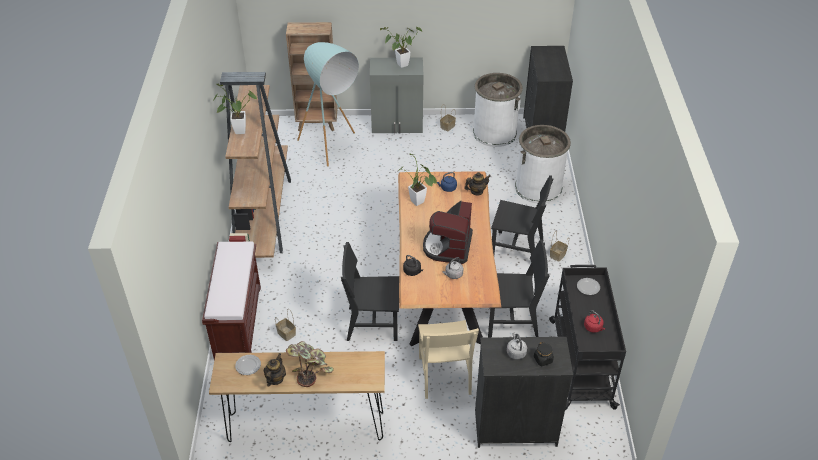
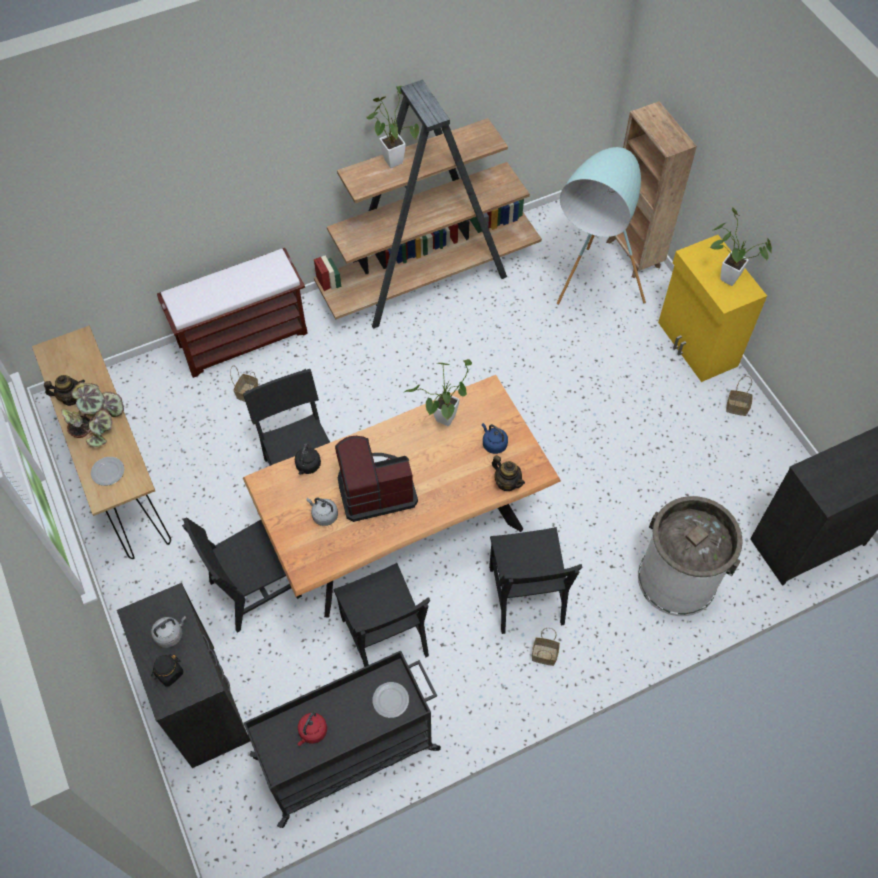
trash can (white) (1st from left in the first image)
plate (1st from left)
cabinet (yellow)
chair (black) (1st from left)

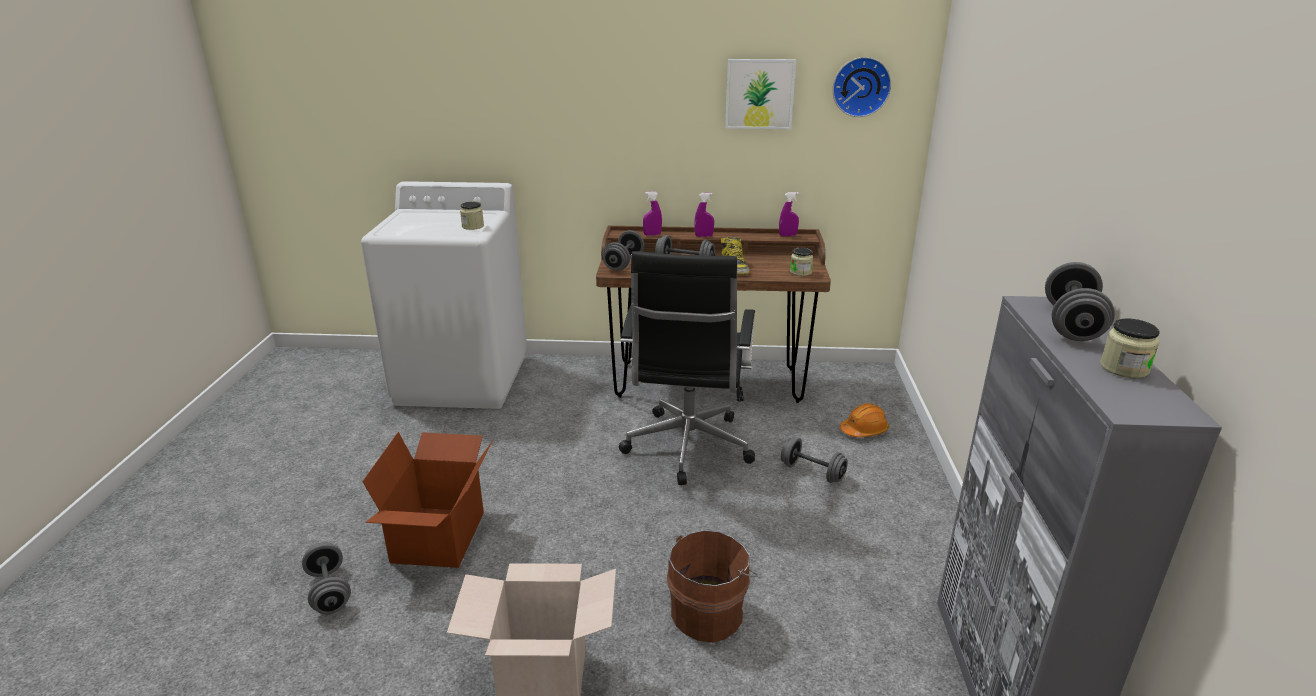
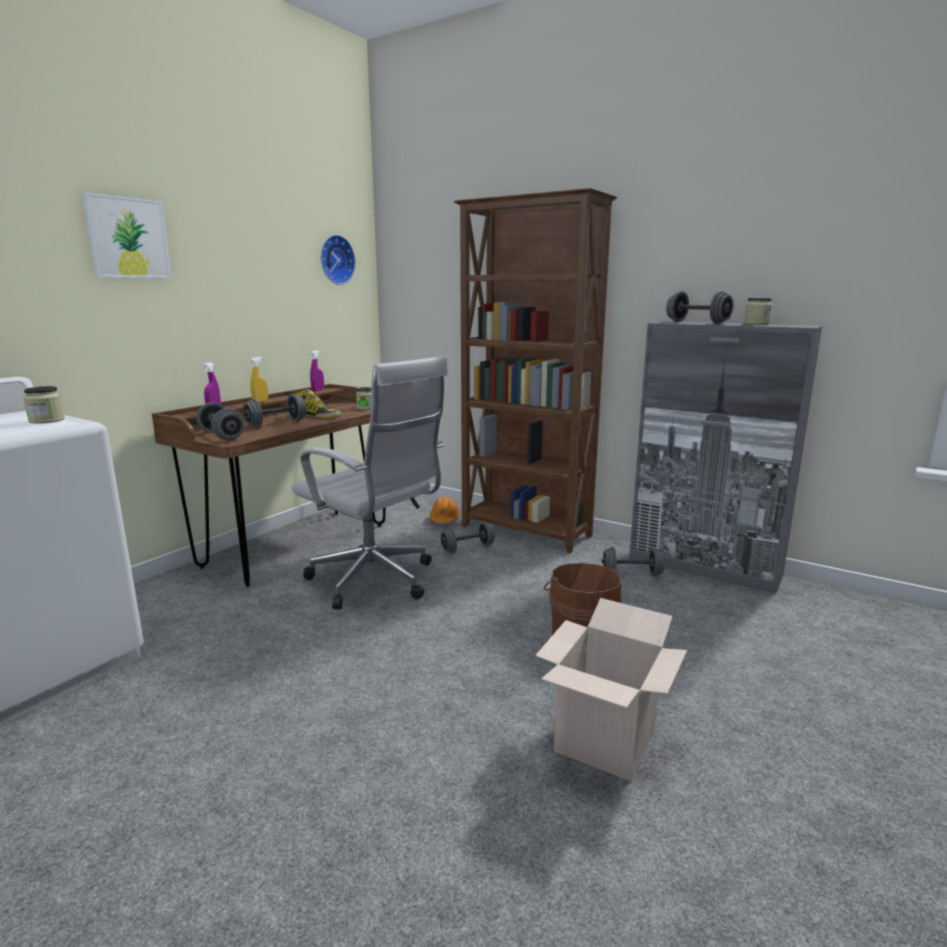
cardboard box (1st from left in the first image)
bookcase (brown)
dumbbell (grey) (4th from left)
picture
office chair (white)
spray bottle (yellow)

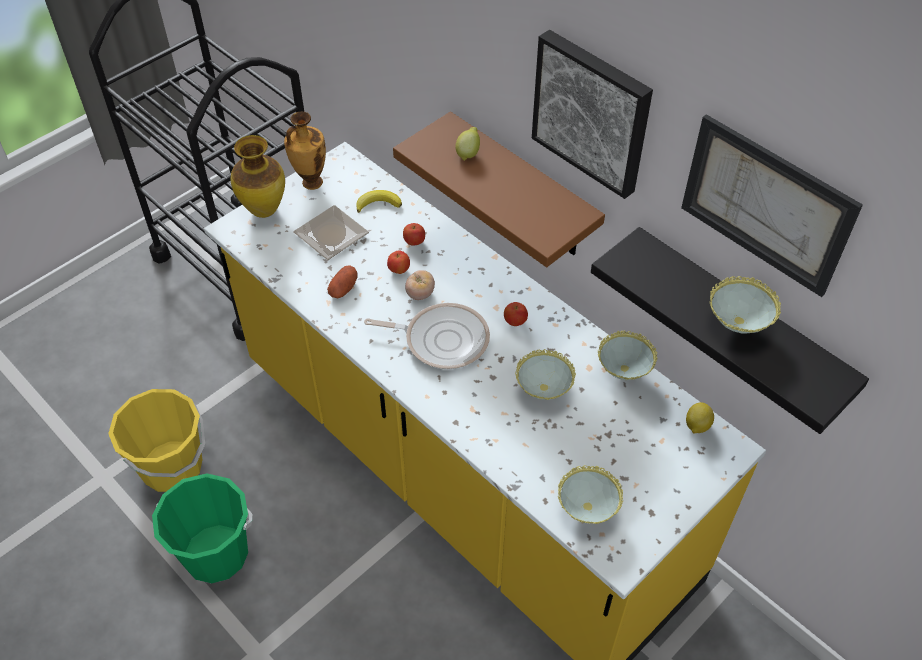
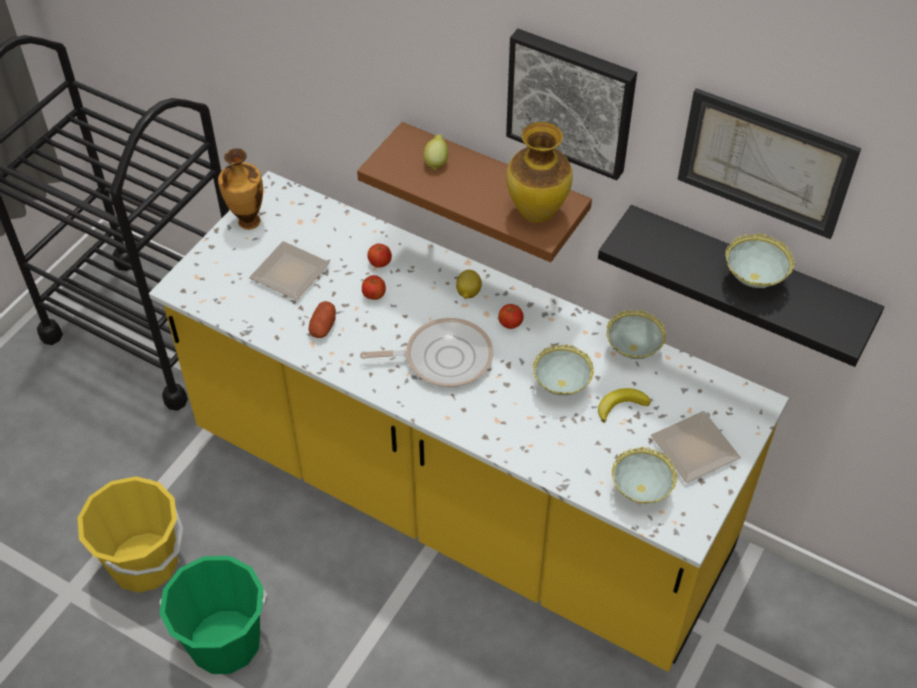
tomato
plate (2nd from left)
vase (2nd from left)
banana
lemon (2nd from left)

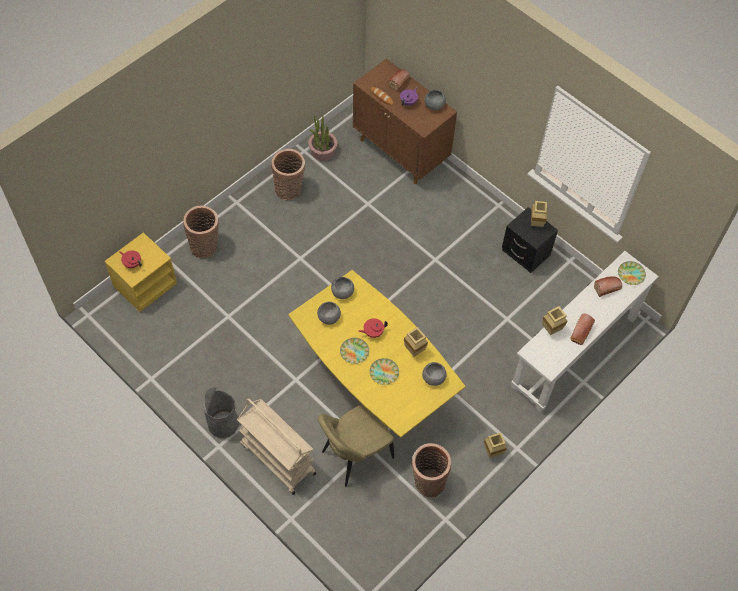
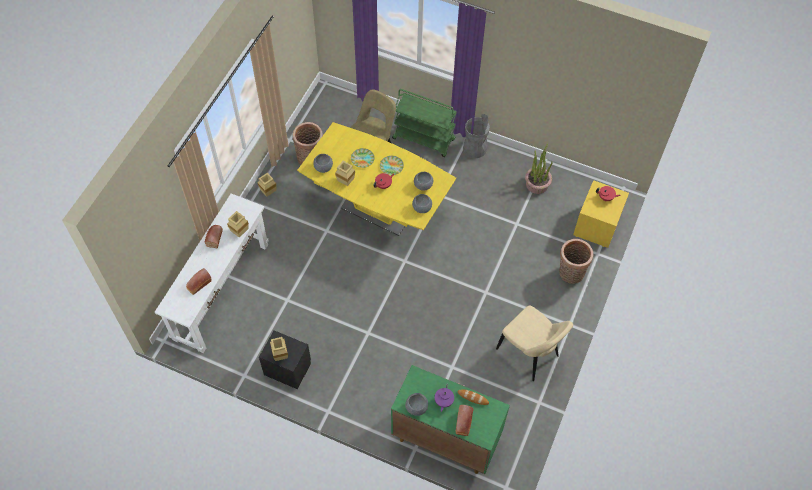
plate (3rd from left in the first image)
potted plant
chair (beige) (2nd from left)
cart (green)
cabinet (green)

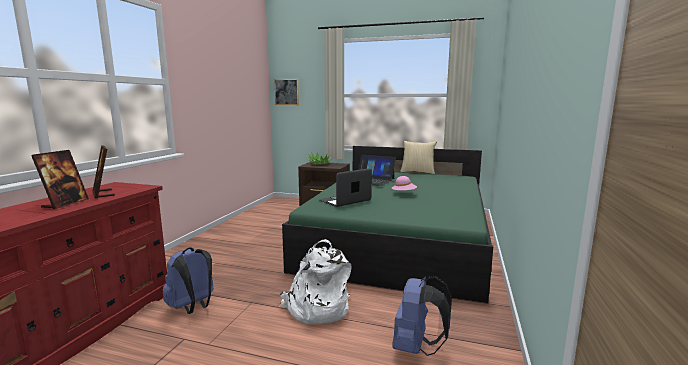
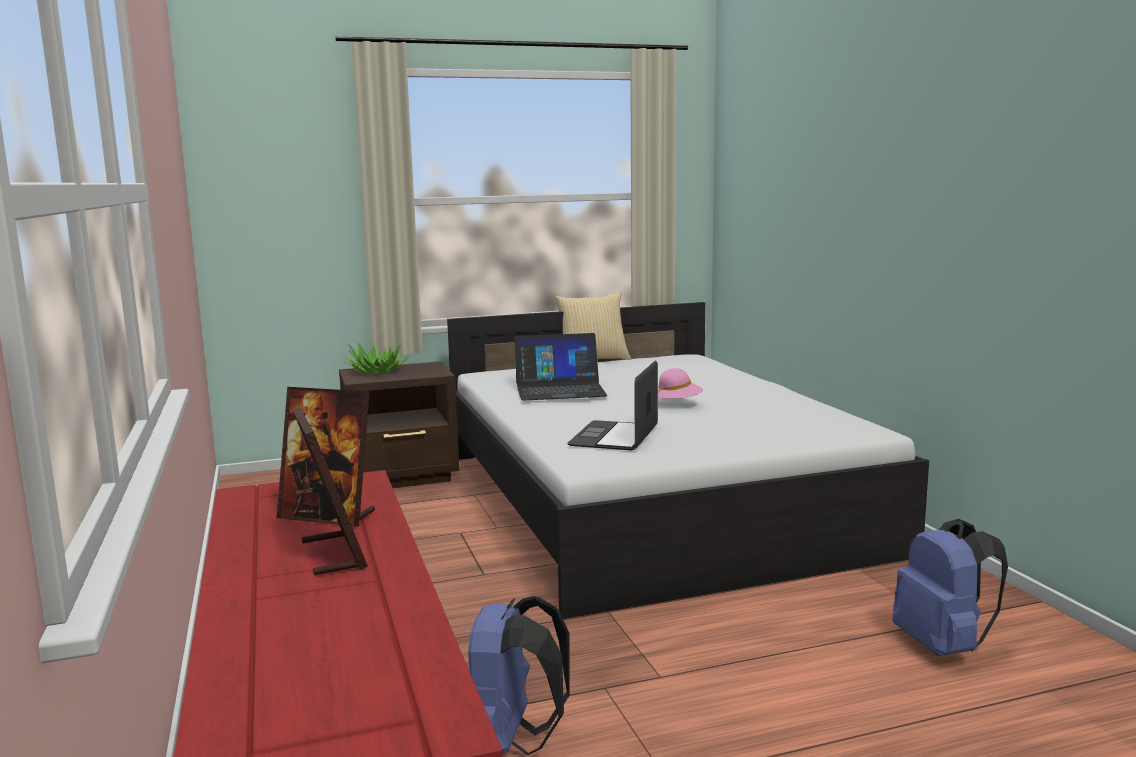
picture
backpack (white)
bed (white)

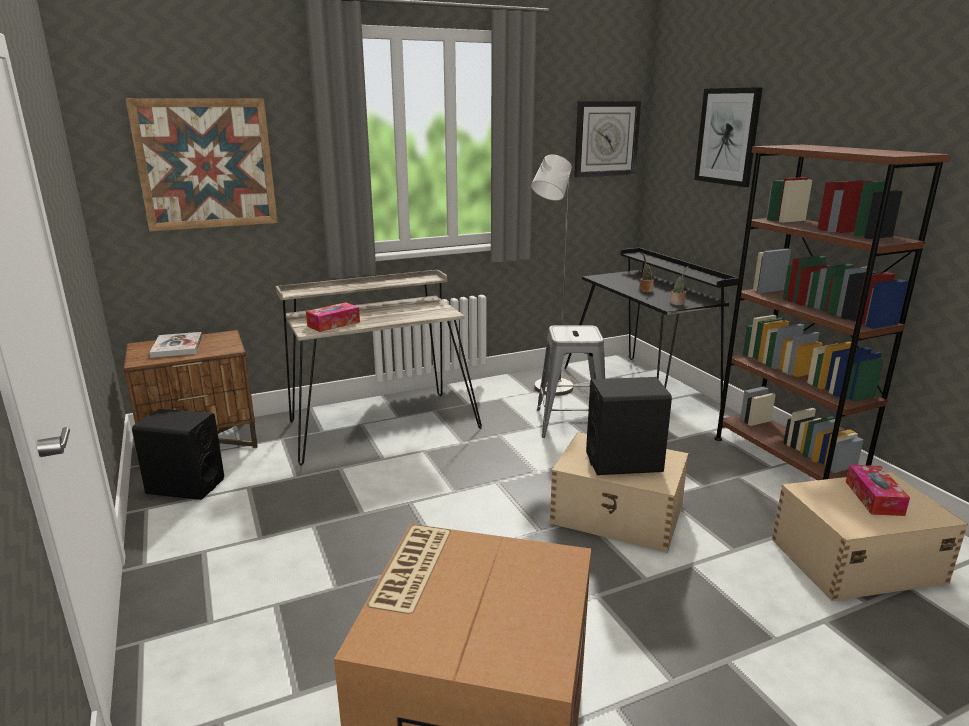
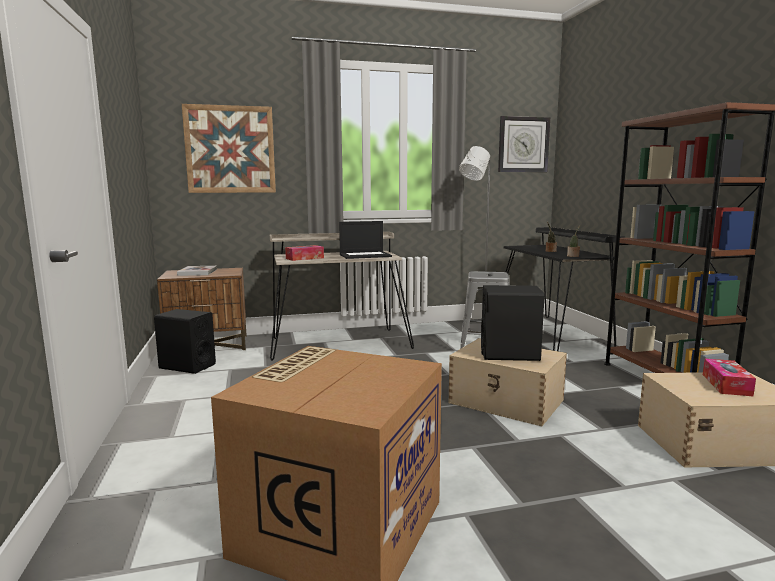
picture (2nd from left in the first image)
laptop

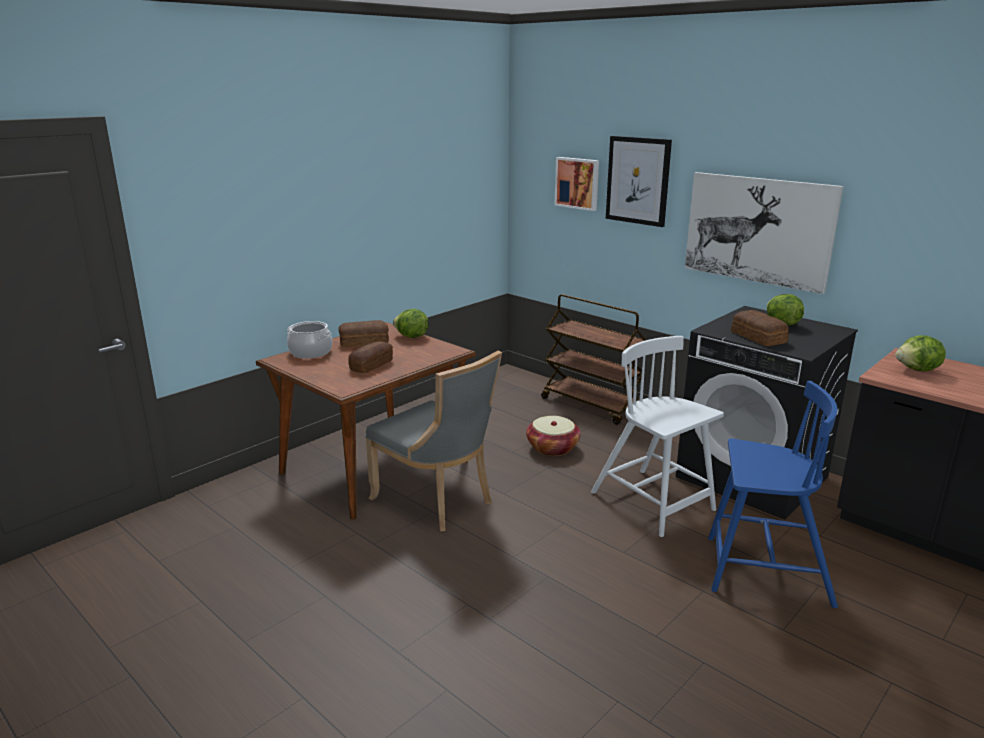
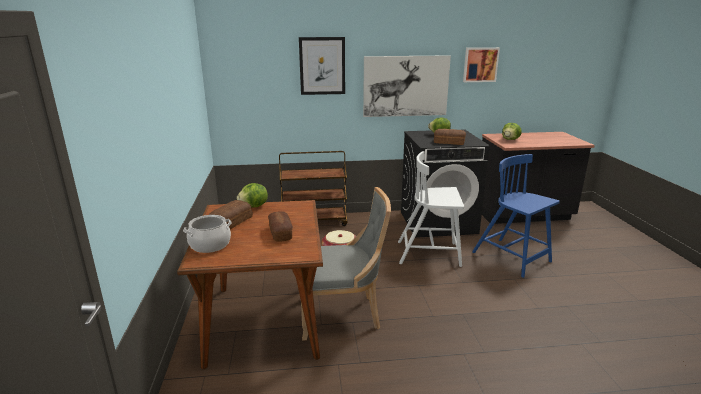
picture (3rd from left)
chair (blue)

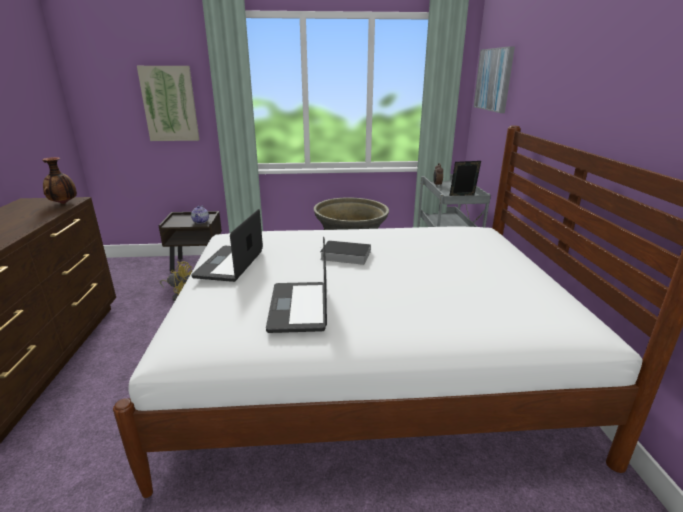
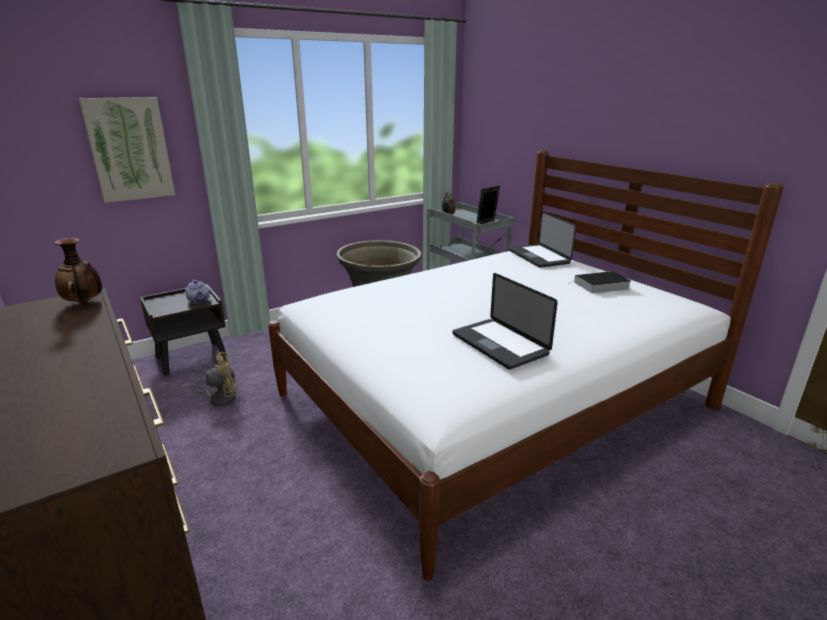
picture (2nd from left in the first image)
laptop (2nd from left)
book

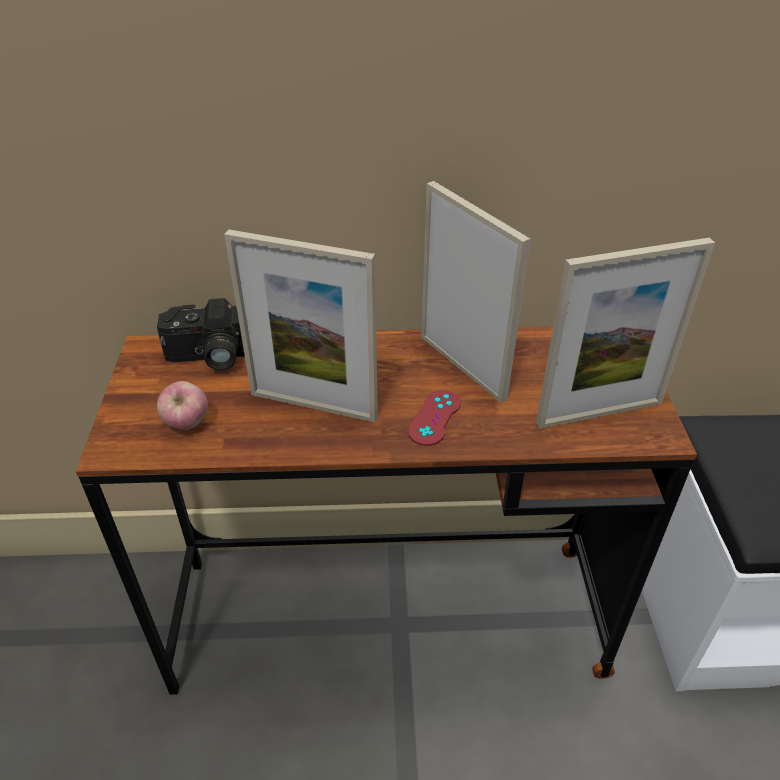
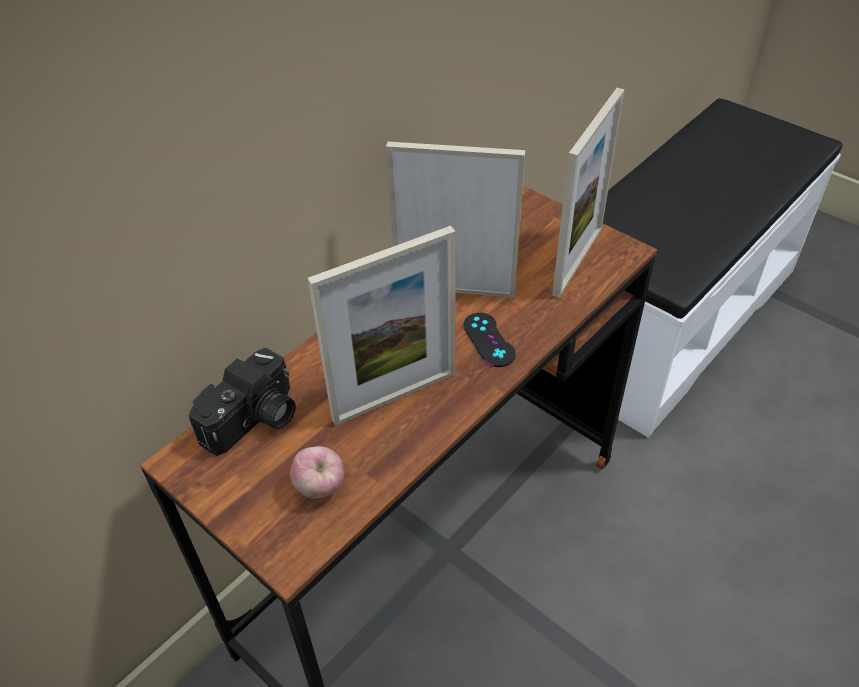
game controller (black)

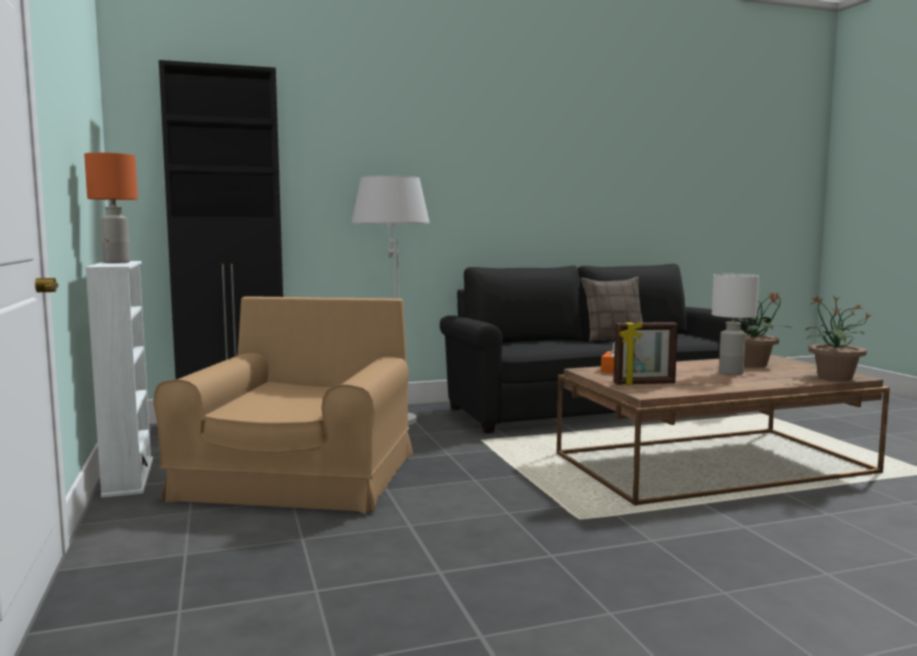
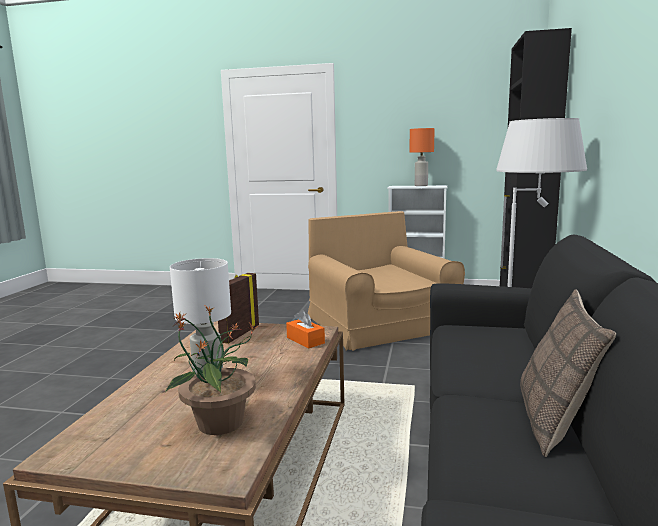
potted plant (2nd from left in the first image)
armchair (brown)

